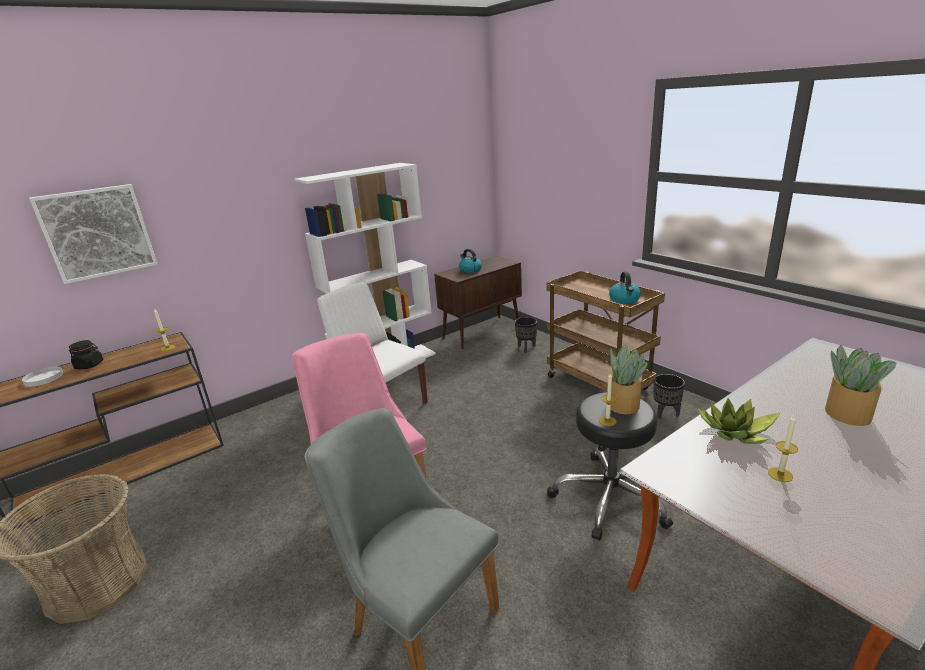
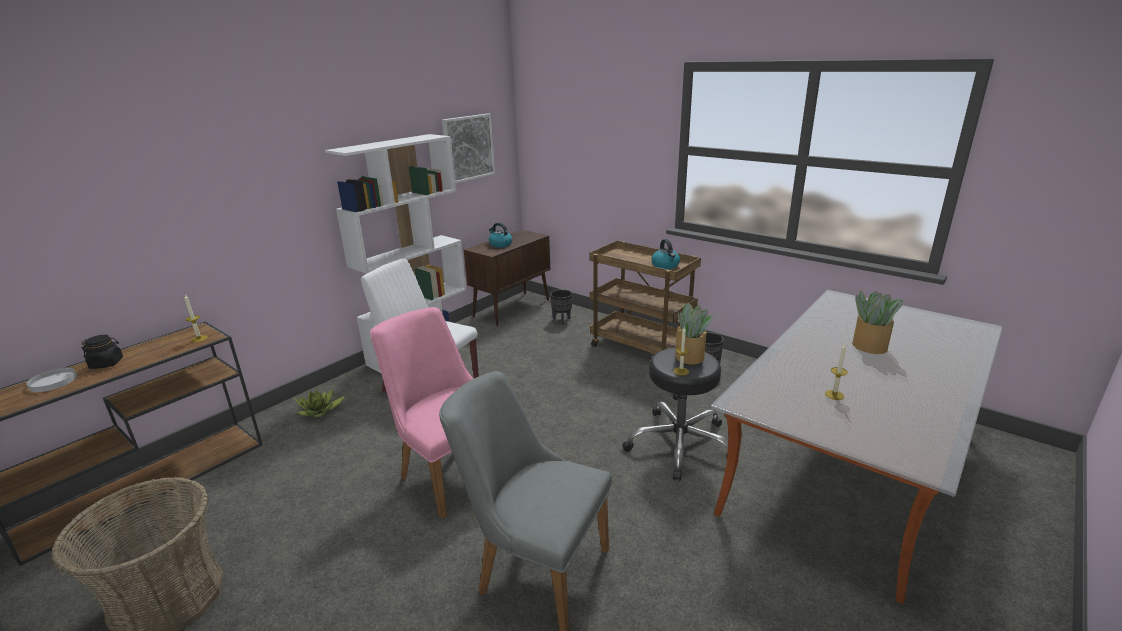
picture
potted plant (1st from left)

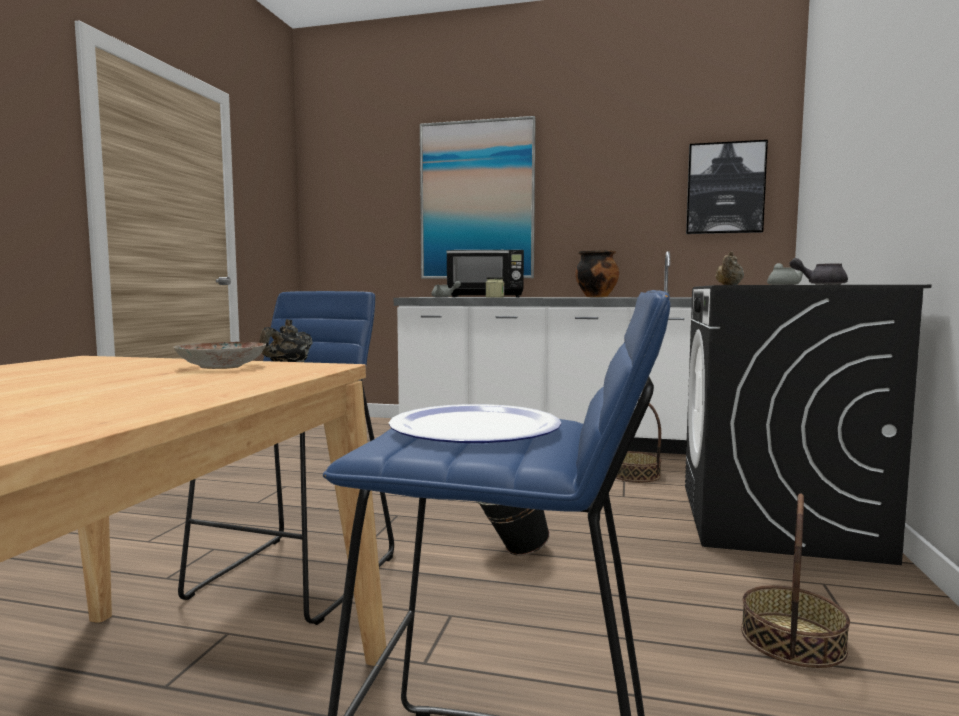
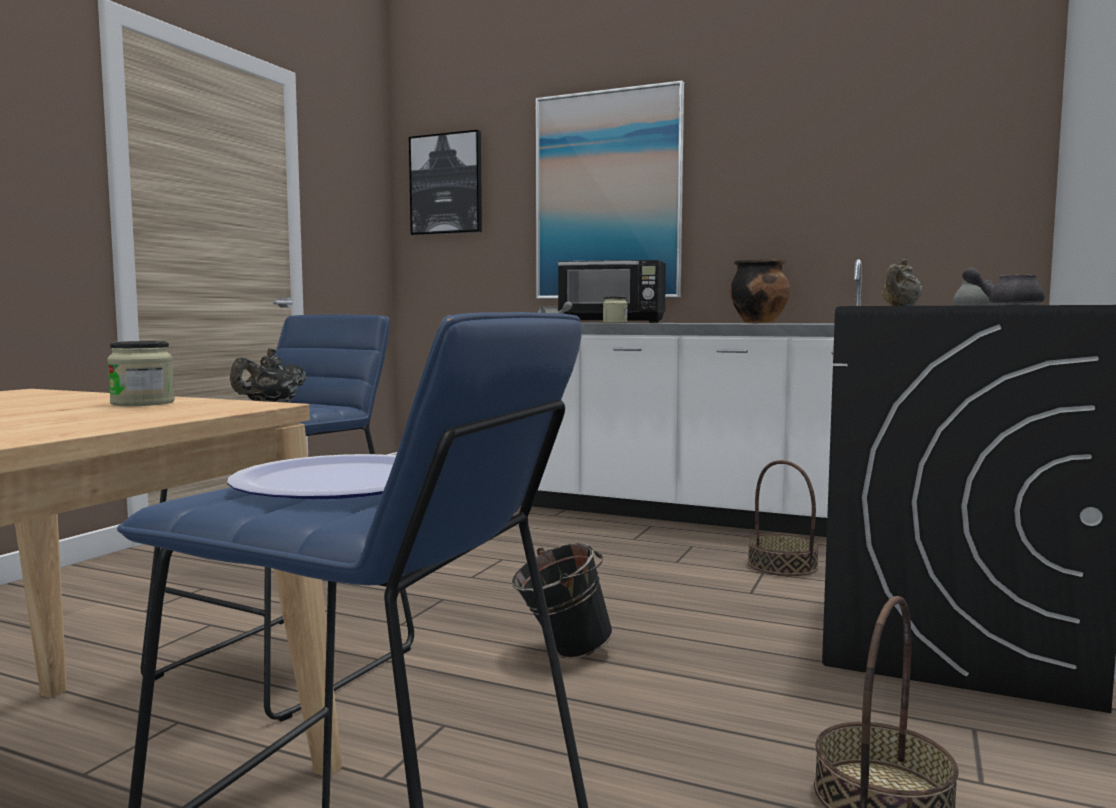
picture (1st from left)
jar (1st from left)

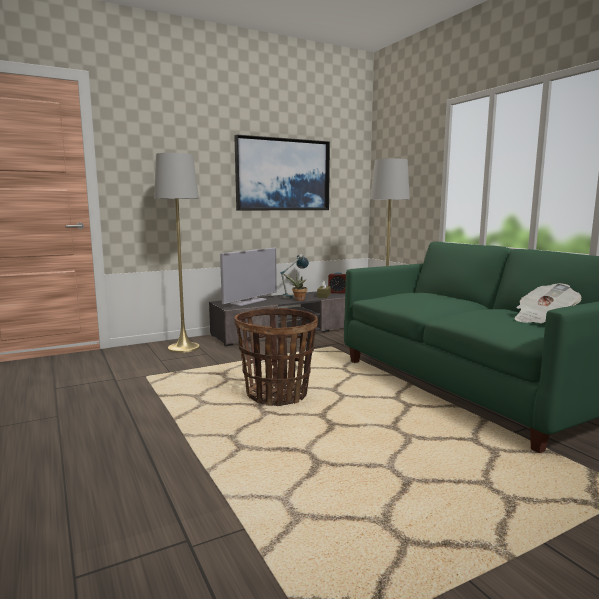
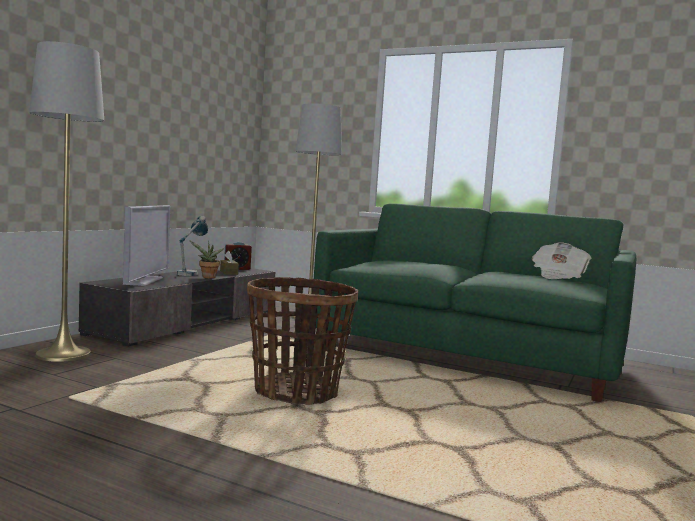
picture

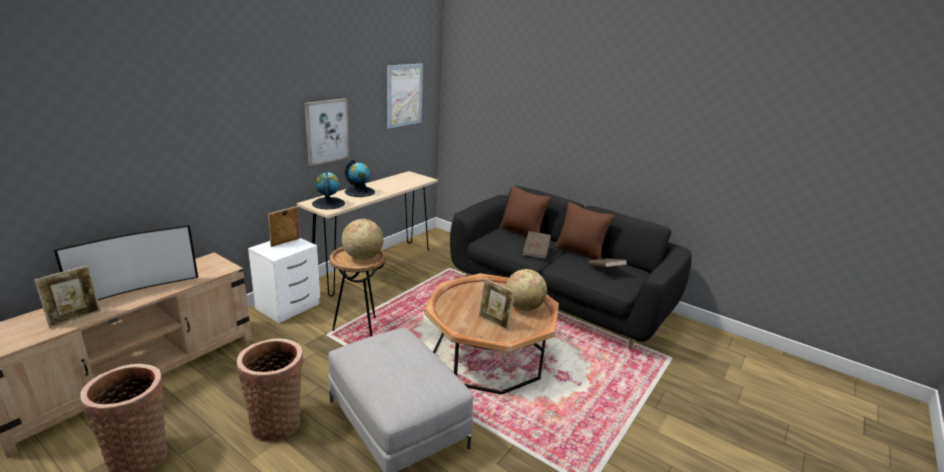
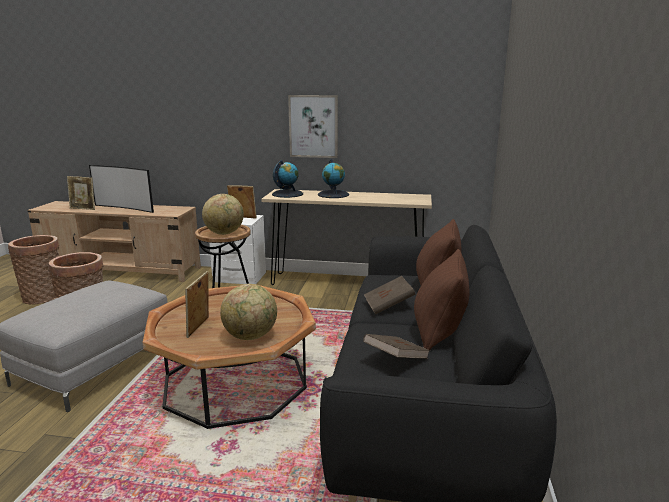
picture (2nd from left in the first image)

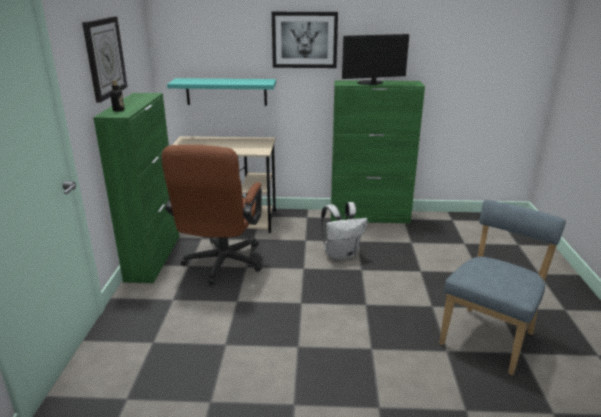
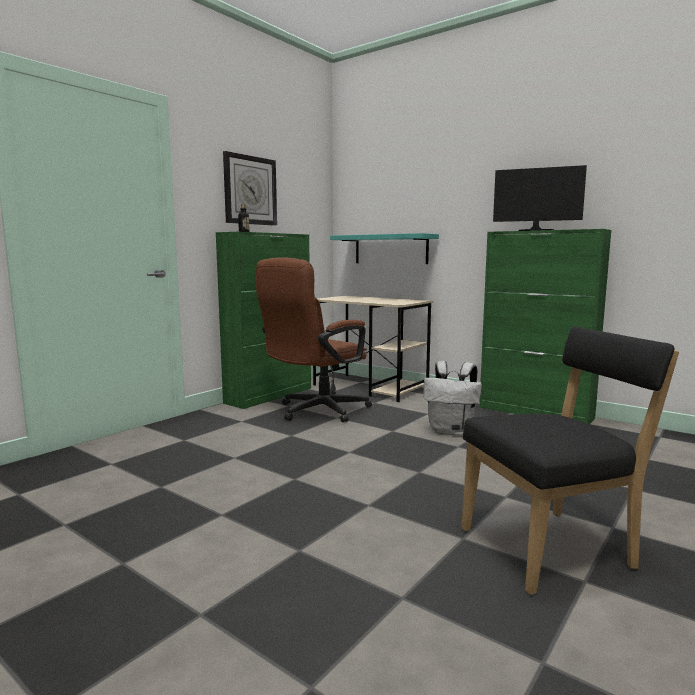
picture
chair (black)

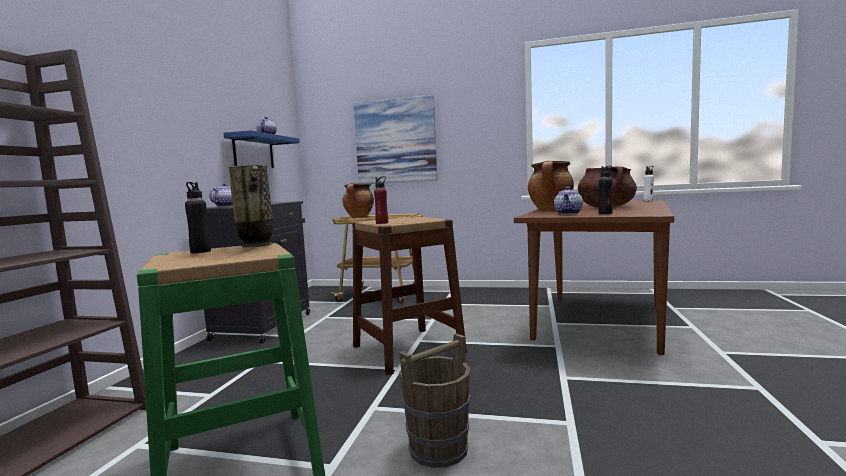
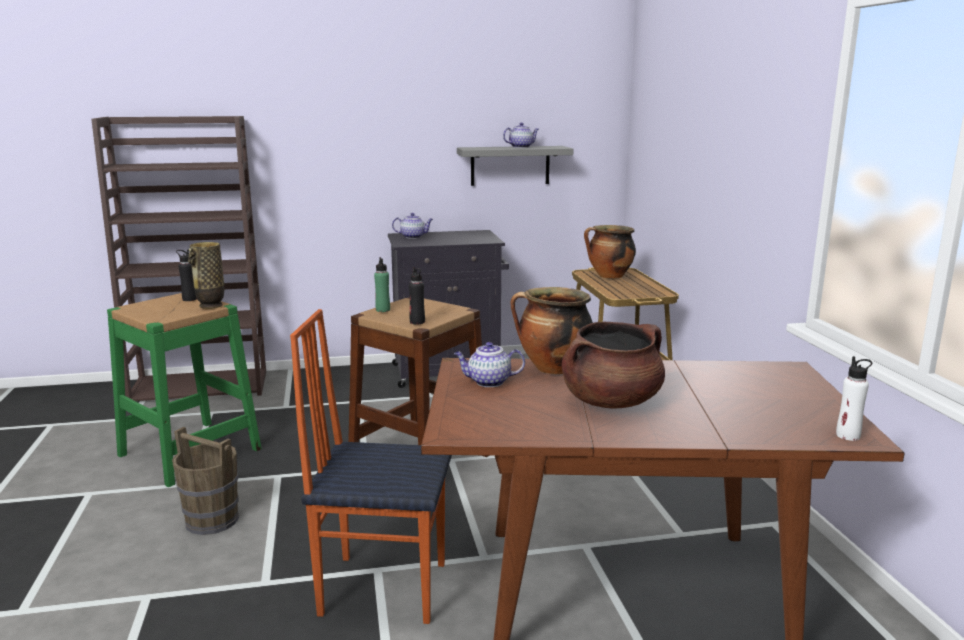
picture
chair
bottle (black) (2nd from left)
shelf (grey)
bottle (green)

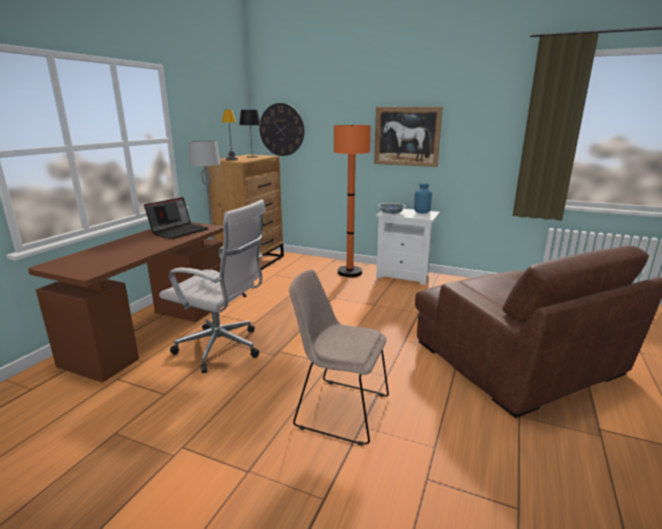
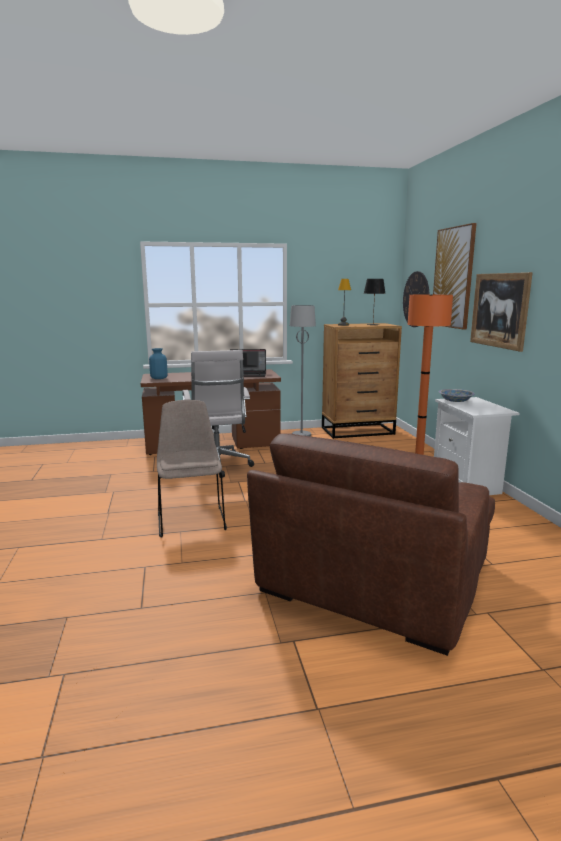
picture (1st from left)
vase (blue)

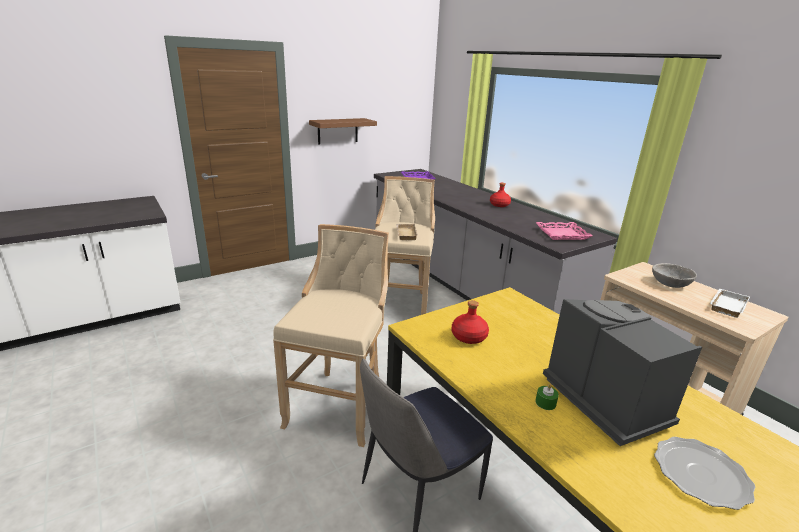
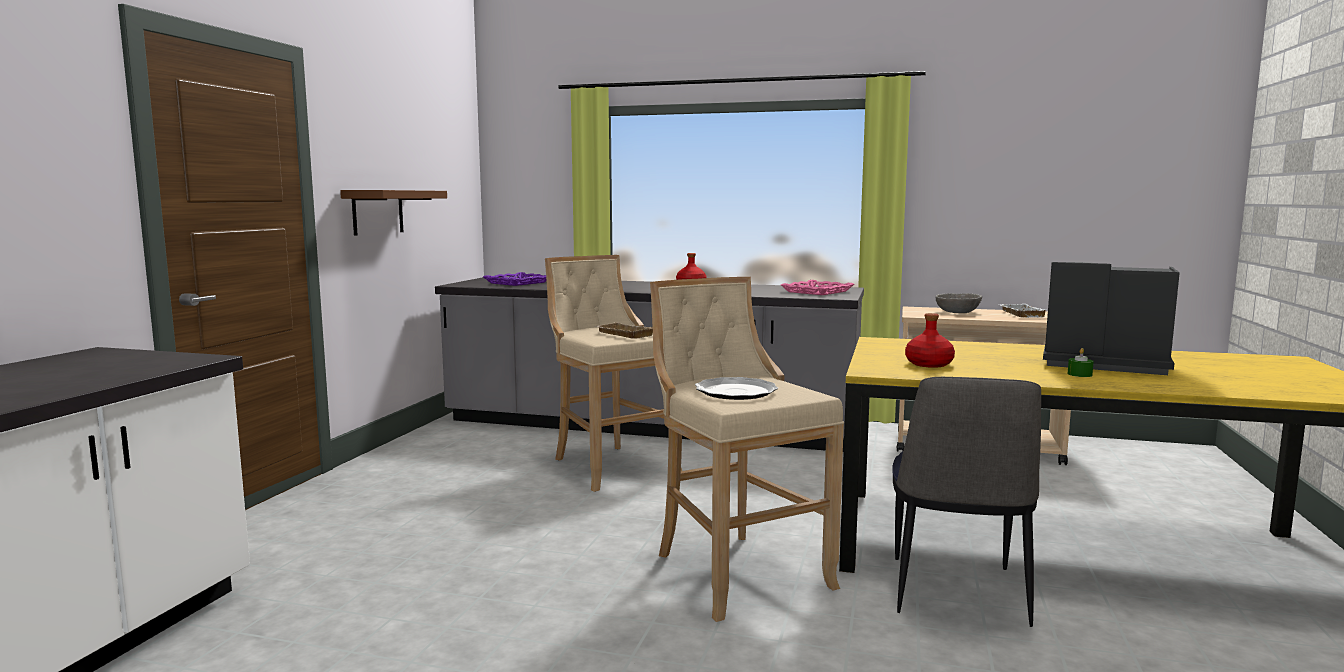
plate

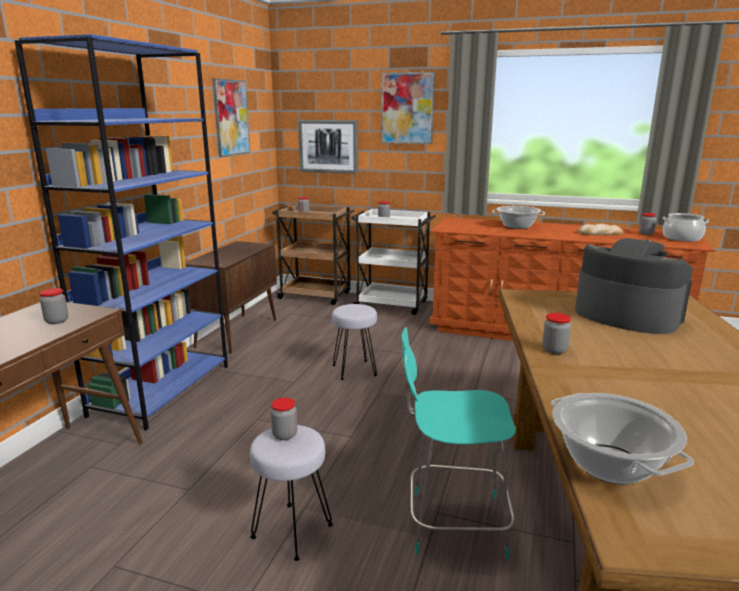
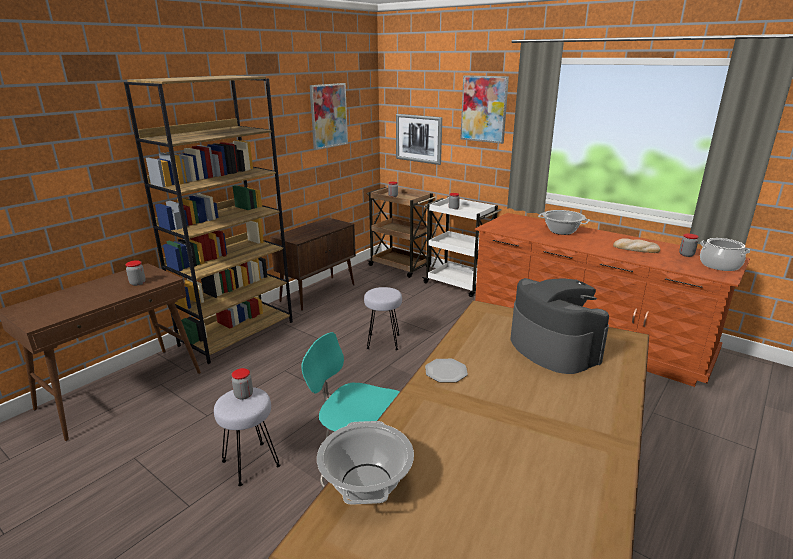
plate
bookcase (brown)

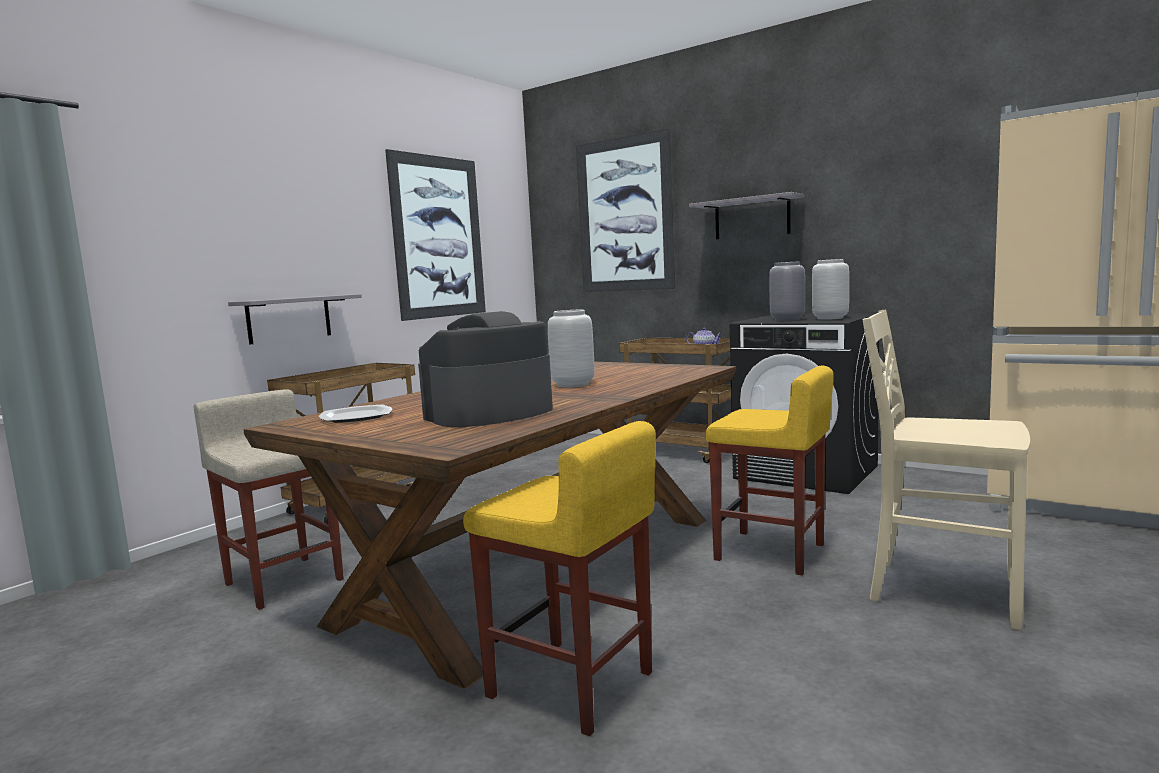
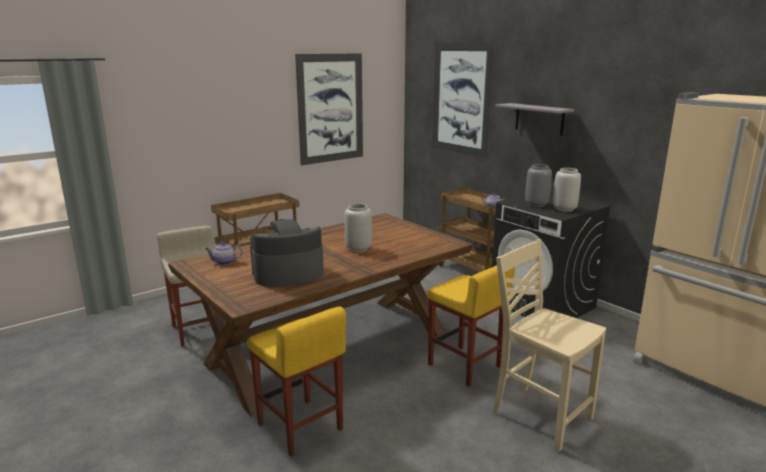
shelf (grey) (1st from left in the first image)
teapot (1st from left)

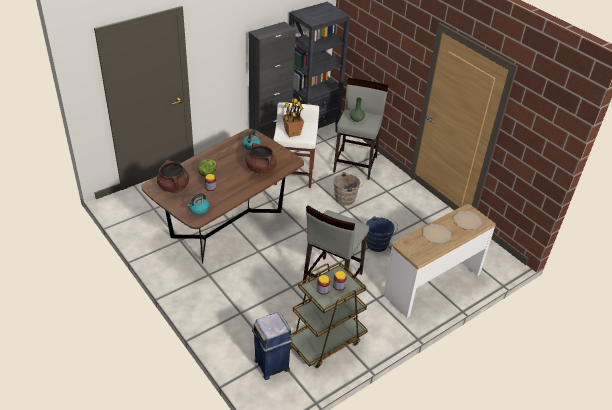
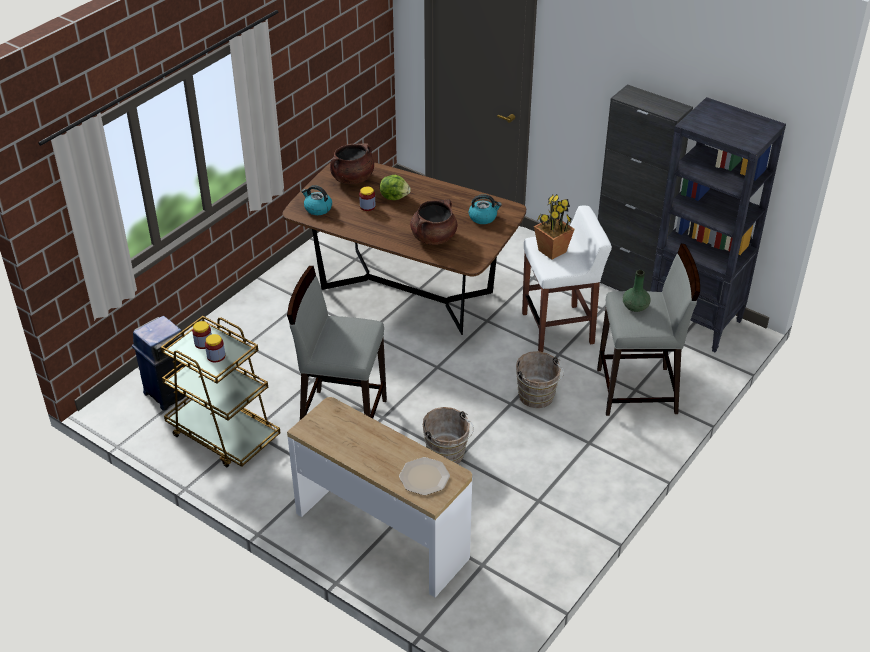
plate (1st from left in the first image)
bucket (brown) (1st from left)

